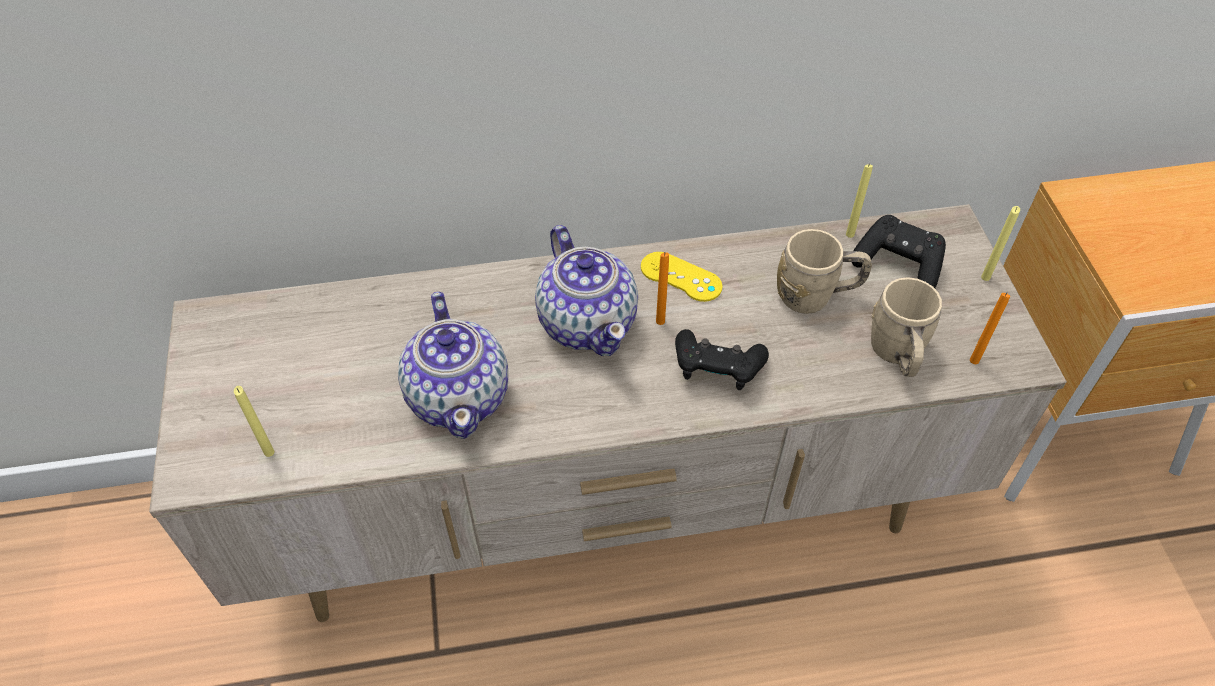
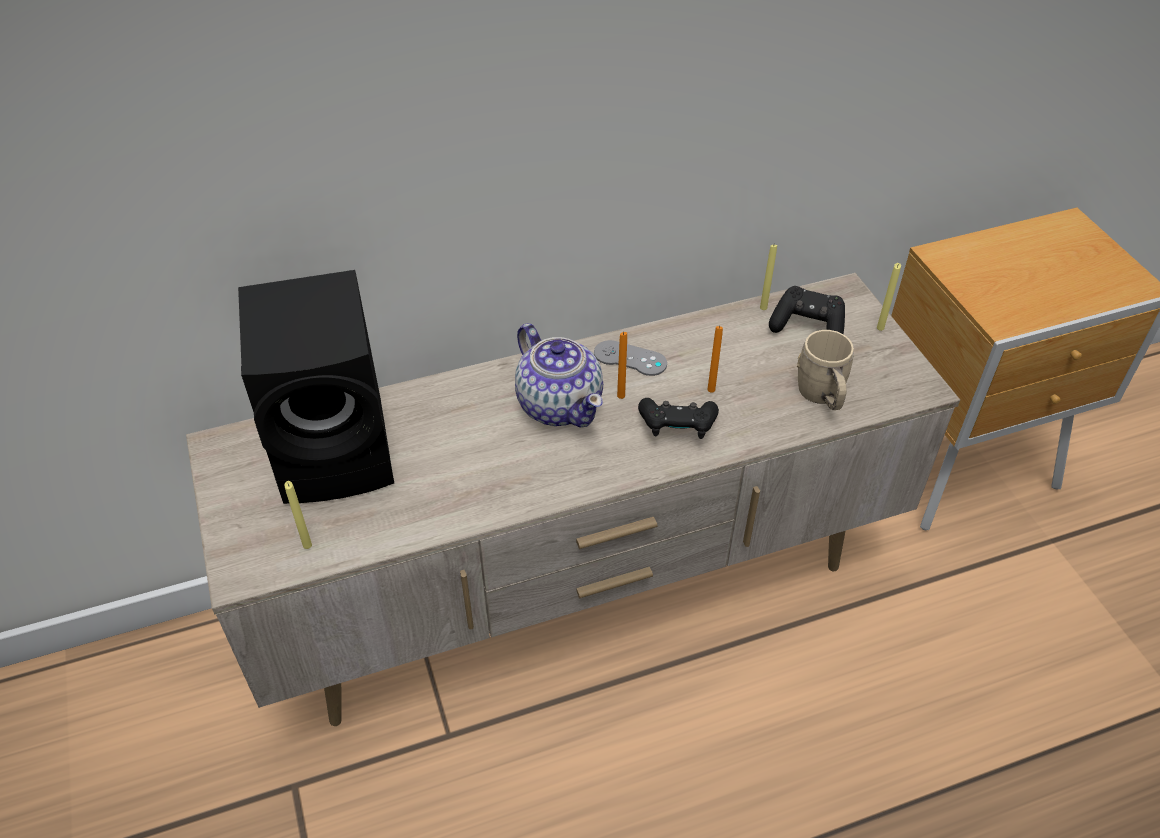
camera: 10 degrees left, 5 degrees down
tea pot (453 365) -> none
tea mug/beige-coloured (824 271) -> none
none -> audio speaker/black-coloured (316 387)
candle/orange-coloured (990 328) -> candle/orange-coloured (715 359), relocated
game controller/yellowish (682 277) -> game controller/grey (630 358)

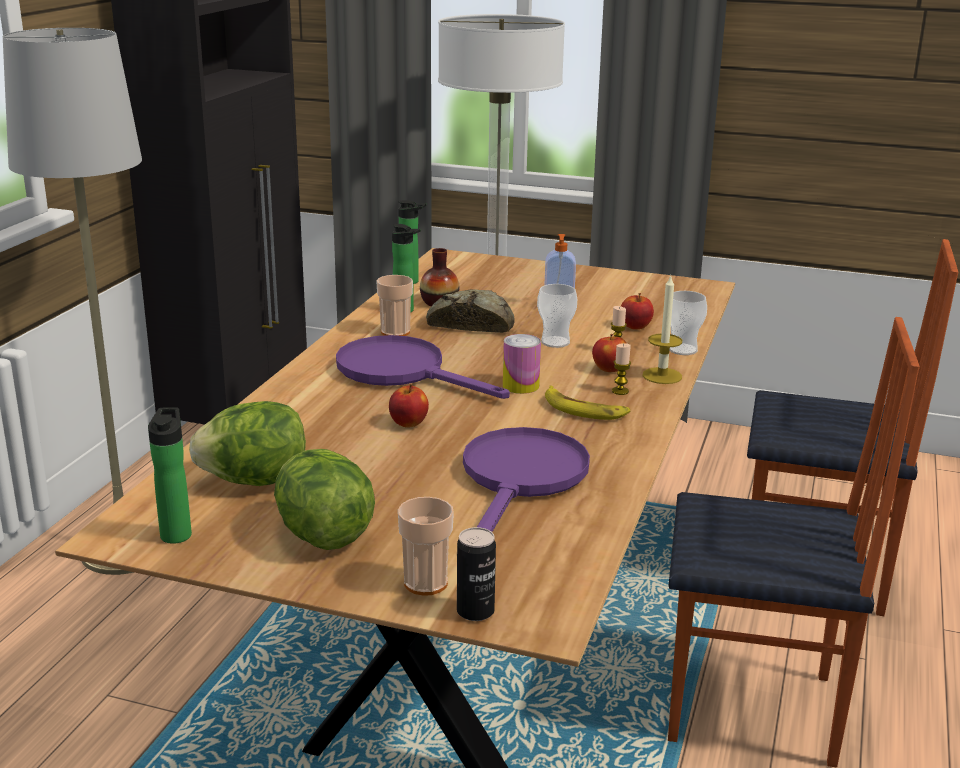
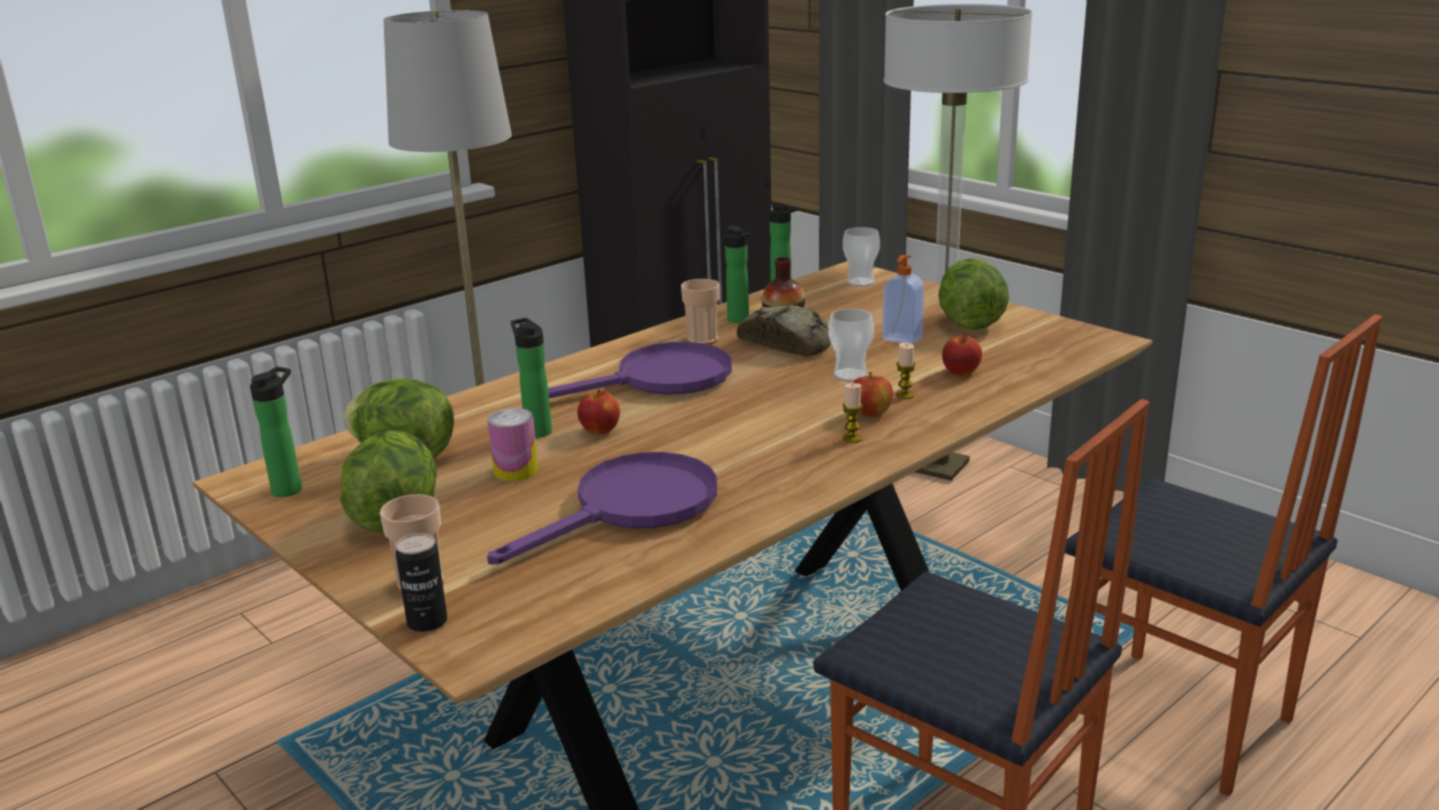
camera: 30 degrees right, 0 degrees up
banana fruit (587 403) -> none
candle (662 329) -> none
none -> drink bottle (531 378)
none -> lettuce (973 294)
can (522 364) -> can (513 444), relocated
cup (688 323) -> cup (861 257), relocated
frying pan/purple-coloured (423 367) -> frying pan/purple-coloured (640 370), 90 degrees clockwise

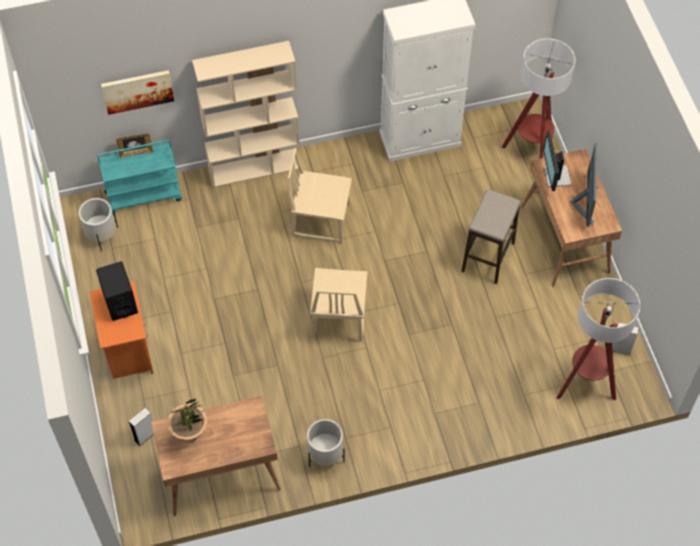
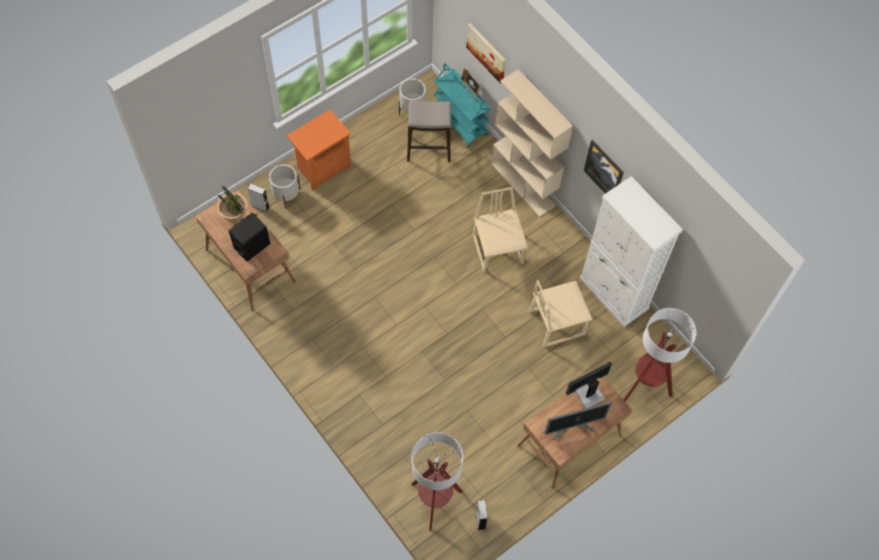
camera: 65 degrees right, 5 degrees up
none -> picture (604 167)
audio speaker/black-coloured (117 291) -> audio speaker/black-coloured (249 237), relocated
flower pot/whitish (326 443) -> flower pot/whitish (284 187), relocated
plain chair/beige-coloured (338 305) -> plain chair/beige-coloured (561 314), relocated
stool seat (491 236) -> stool seat (429 131), relocated

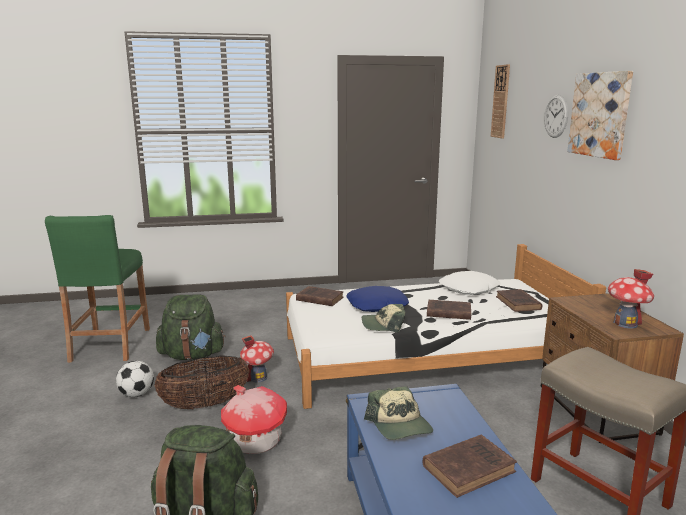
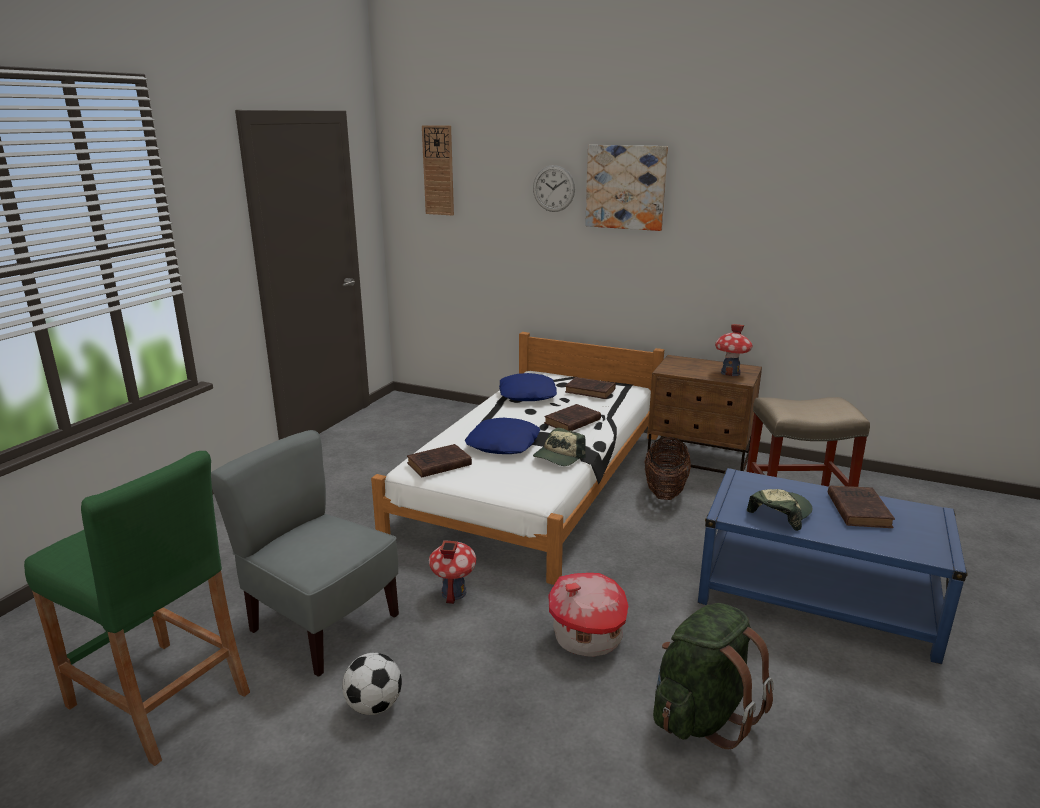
camera: 55 degrees left, 5 degrees up
household basket (202 382) -> household basket (667 468), relocated
rucksack/greenish (191 327) -> plain chair/grey (305 553)
cushion/whitish (469 283) -> cushion/bluish (528 387)
cap (398 413) -> cap (780 510), 60 degrees counterclockwise

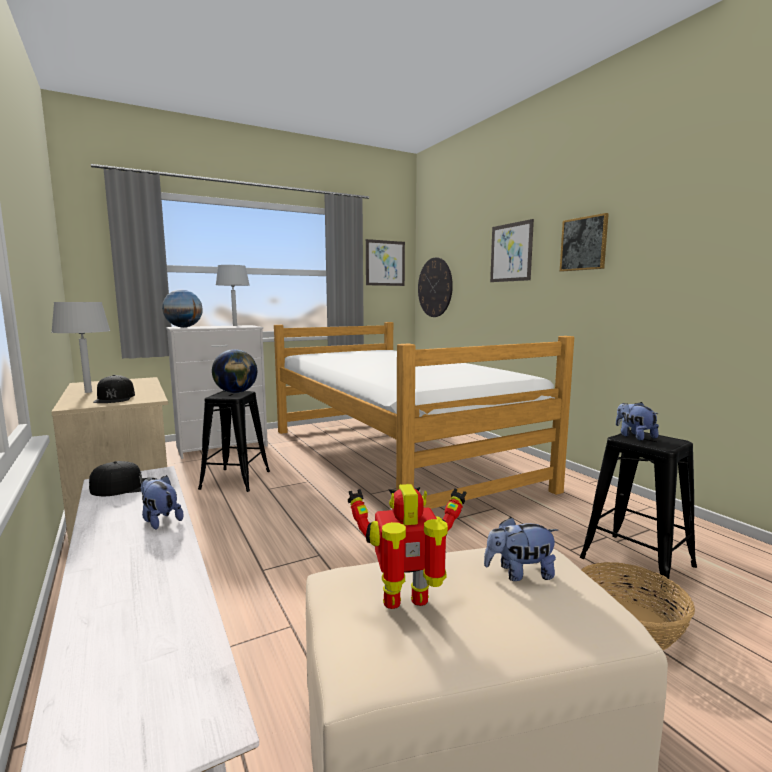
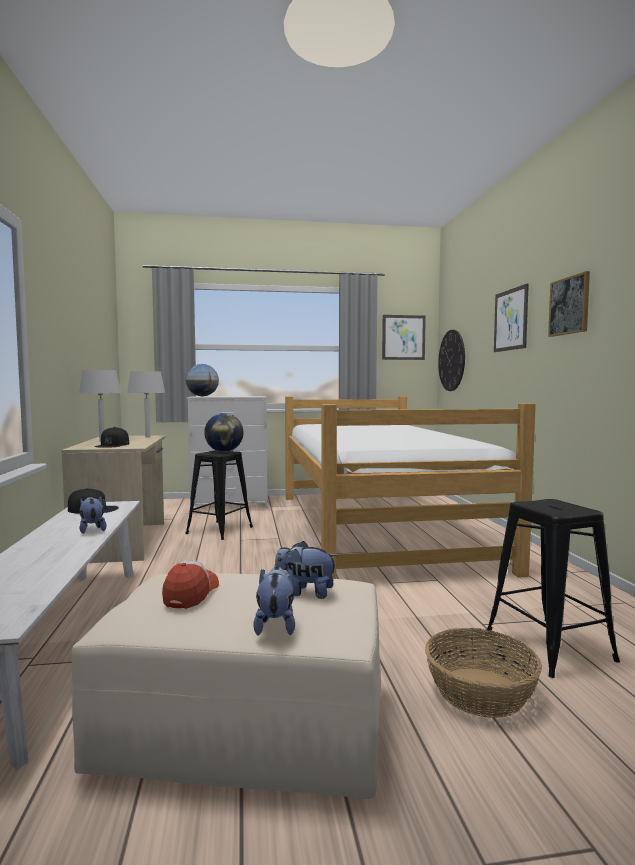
camera: 20 degrees right, 5 degrees down
lamp for a table/grey (233 295) -> lamp for a table/grey (146 404), relocated
plush toy (637 421) -> plush toy (274 601), relocated
model robot (407 546) -> cap (190 584)

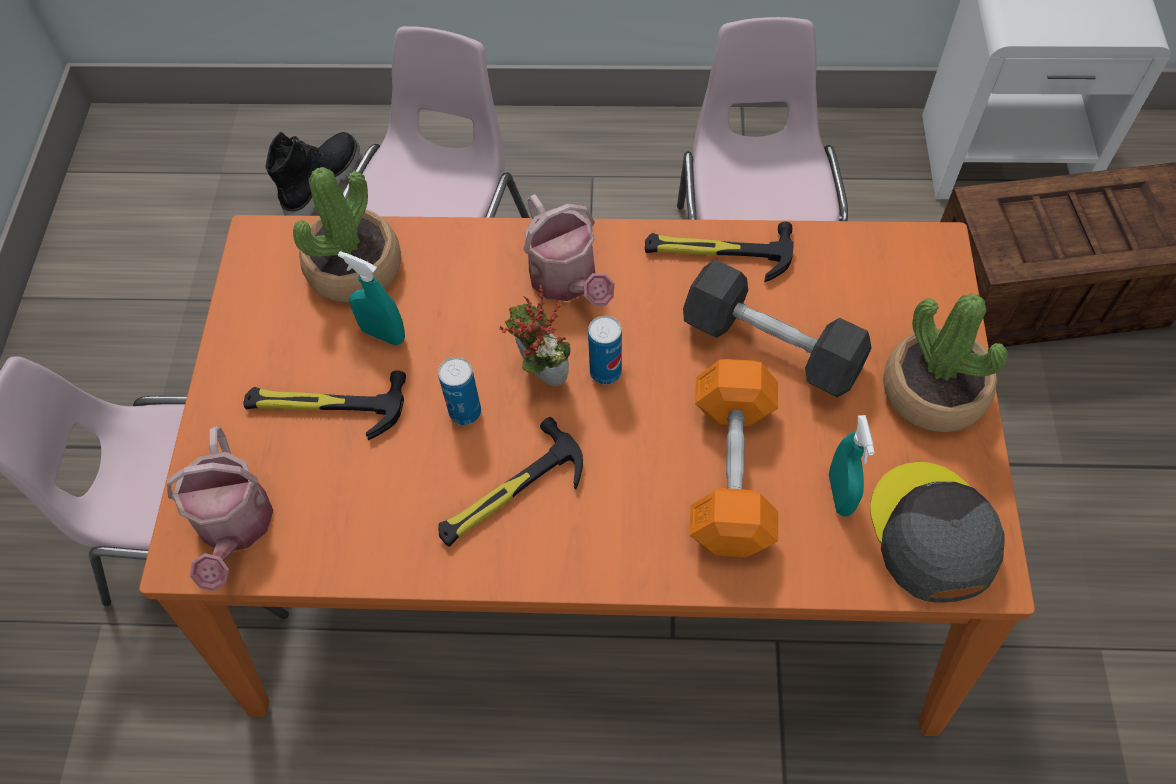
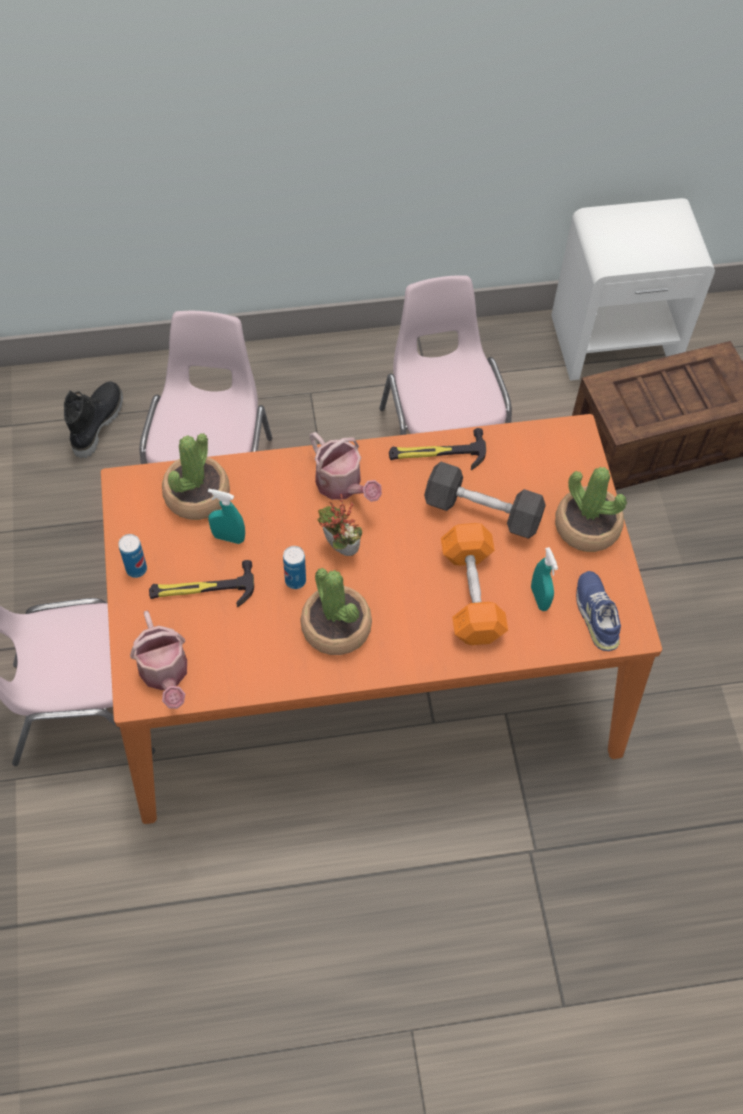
camera: 15 degrees left, 0 degrees up
can (605 350) -> can (132 556), relocated
tool hammer (510 482) -> potted plant (336 611)
cap/grey (937 532) -> item of footwear/bluish (598 611)

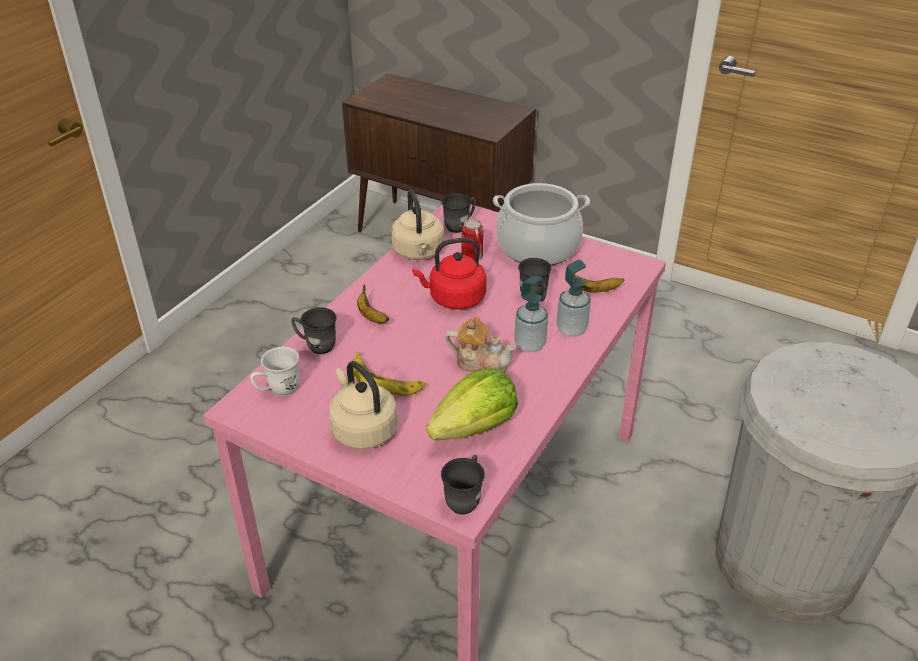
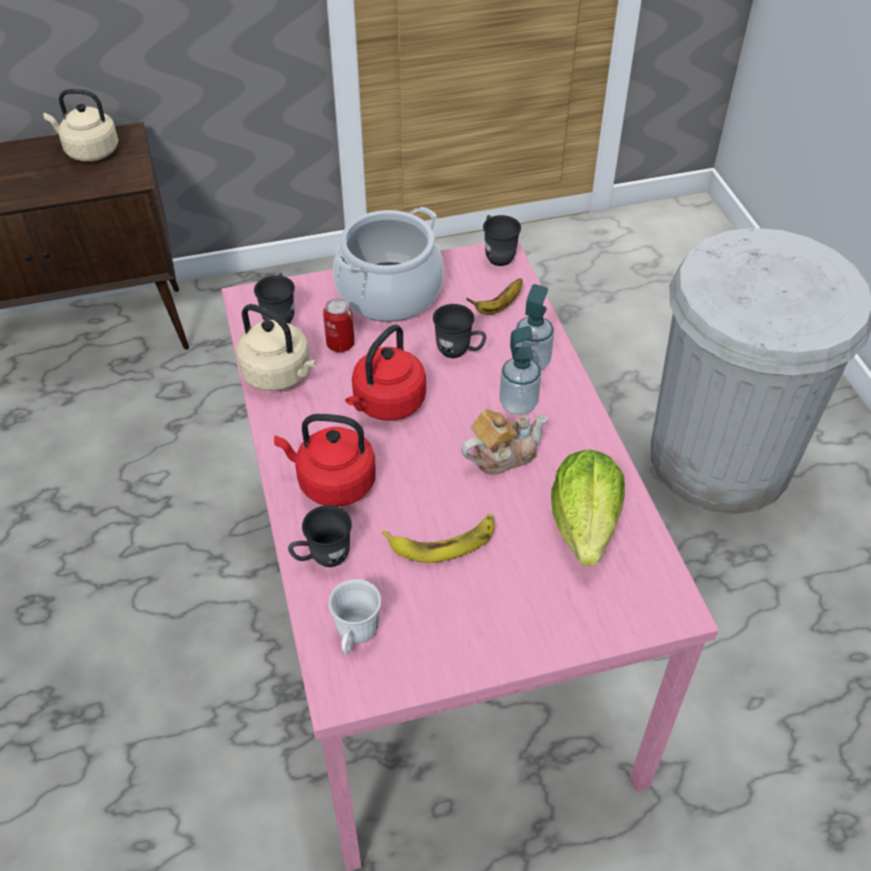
camera: 45 degrees left, 10 degrees up
tea kettle/beige-coloured (363 405) -> tea kettle/beige-coloured (80 125), relocated
tea mug/grey (463 484) -> tea mug/grey (502 240), relocated
banana fruit (373 304) -> tea kettle/red-coloured (325 460)

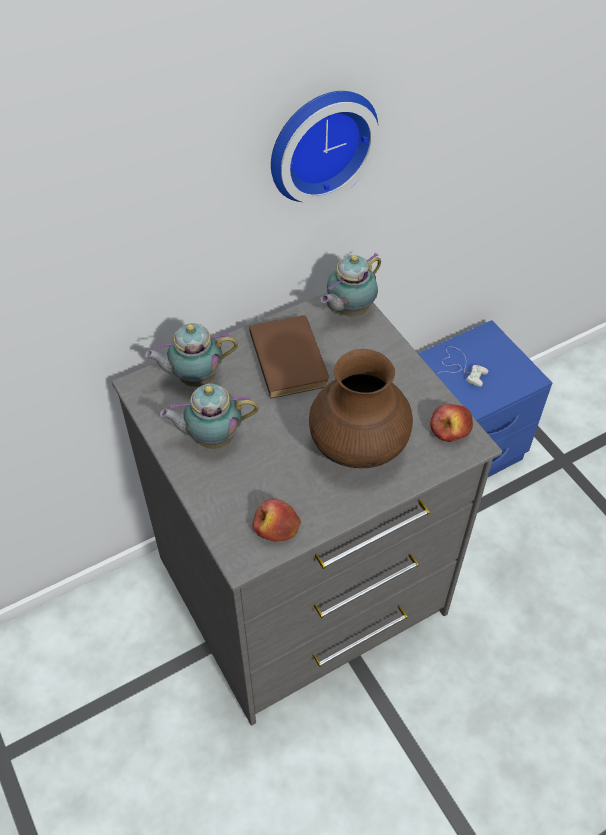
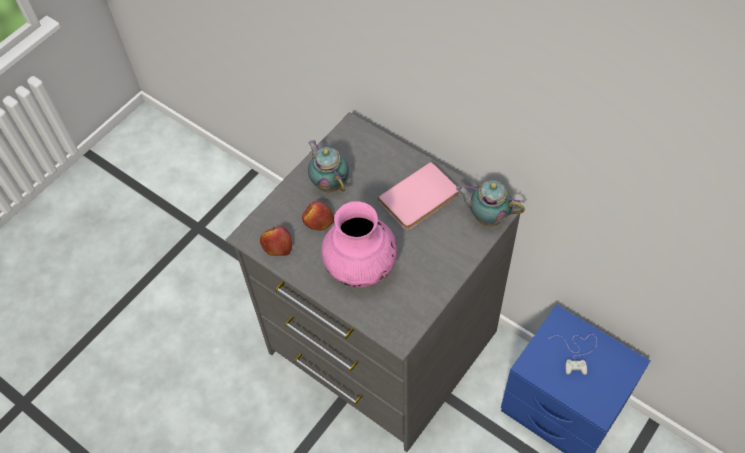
camera: 70 degrees right, 5 degrees up
tea pot (191 355) -> none
clock on the wall (325 147) -> none
whole apple (451 423) -> whole apple (318 216), relocated
bound book/brown-coloured (289 357) -> bound book/pinkish (418 196)
vase/brown-coloured (361 408) -> vase/pinkish (359 244)

